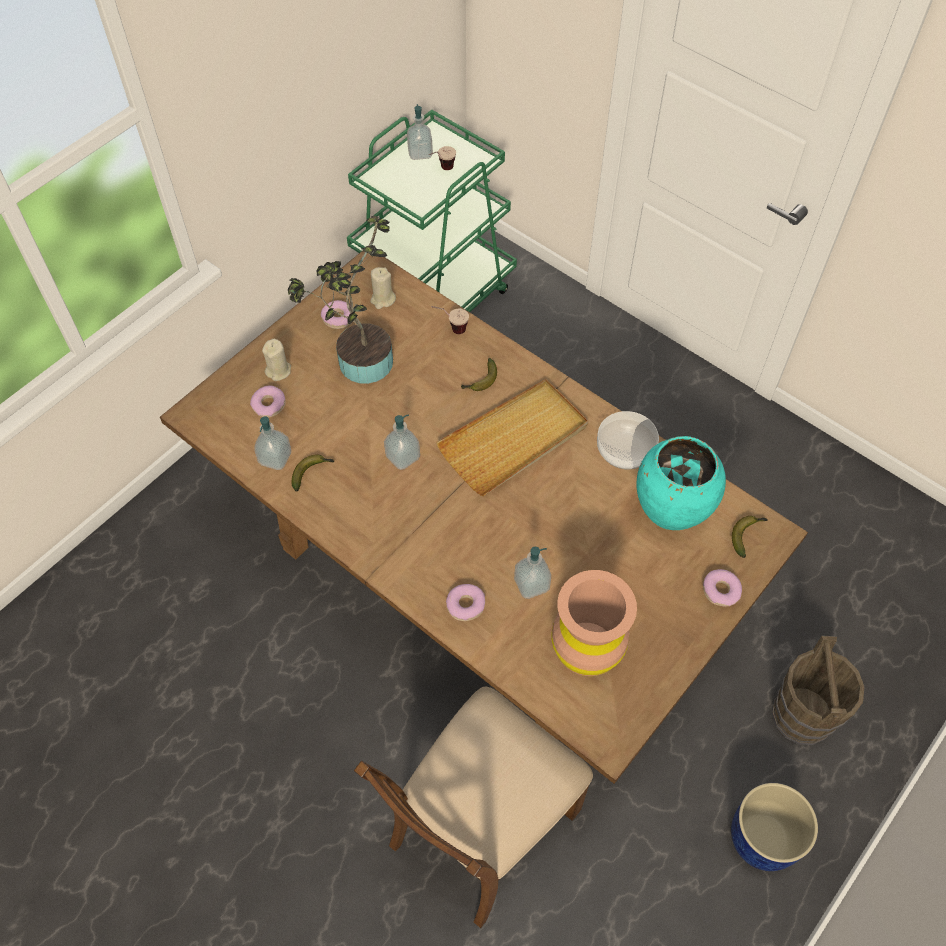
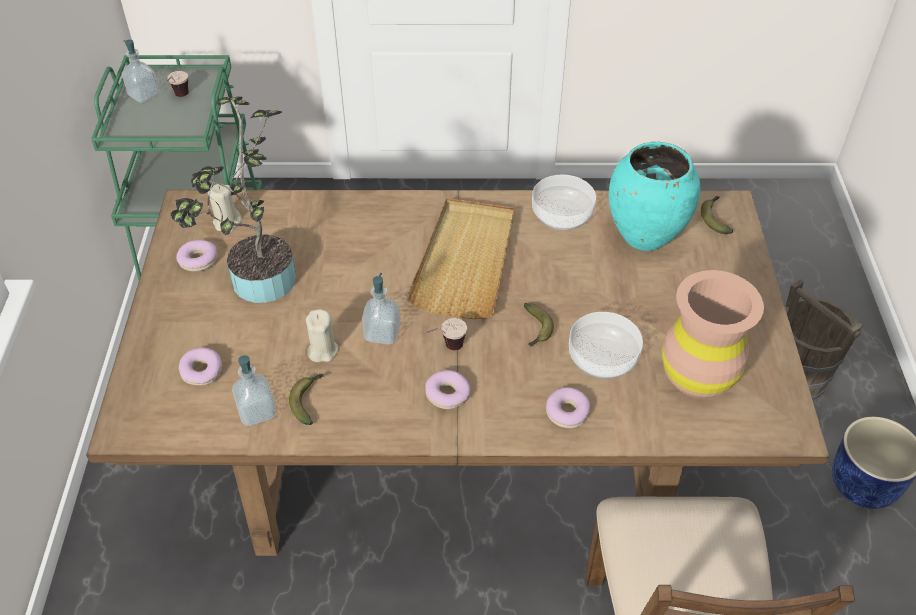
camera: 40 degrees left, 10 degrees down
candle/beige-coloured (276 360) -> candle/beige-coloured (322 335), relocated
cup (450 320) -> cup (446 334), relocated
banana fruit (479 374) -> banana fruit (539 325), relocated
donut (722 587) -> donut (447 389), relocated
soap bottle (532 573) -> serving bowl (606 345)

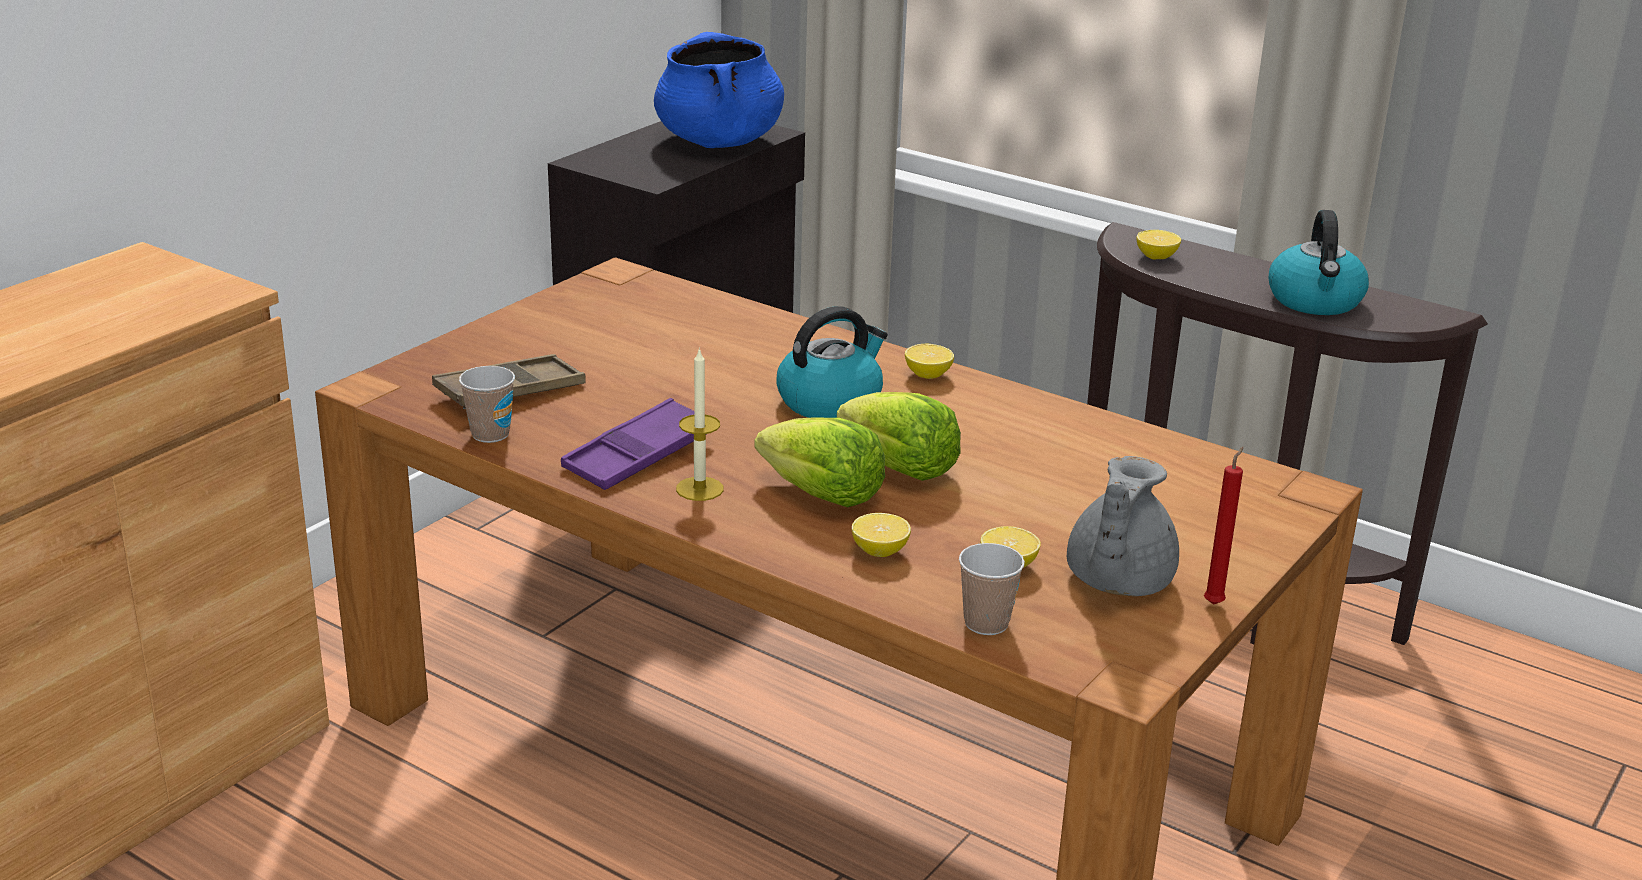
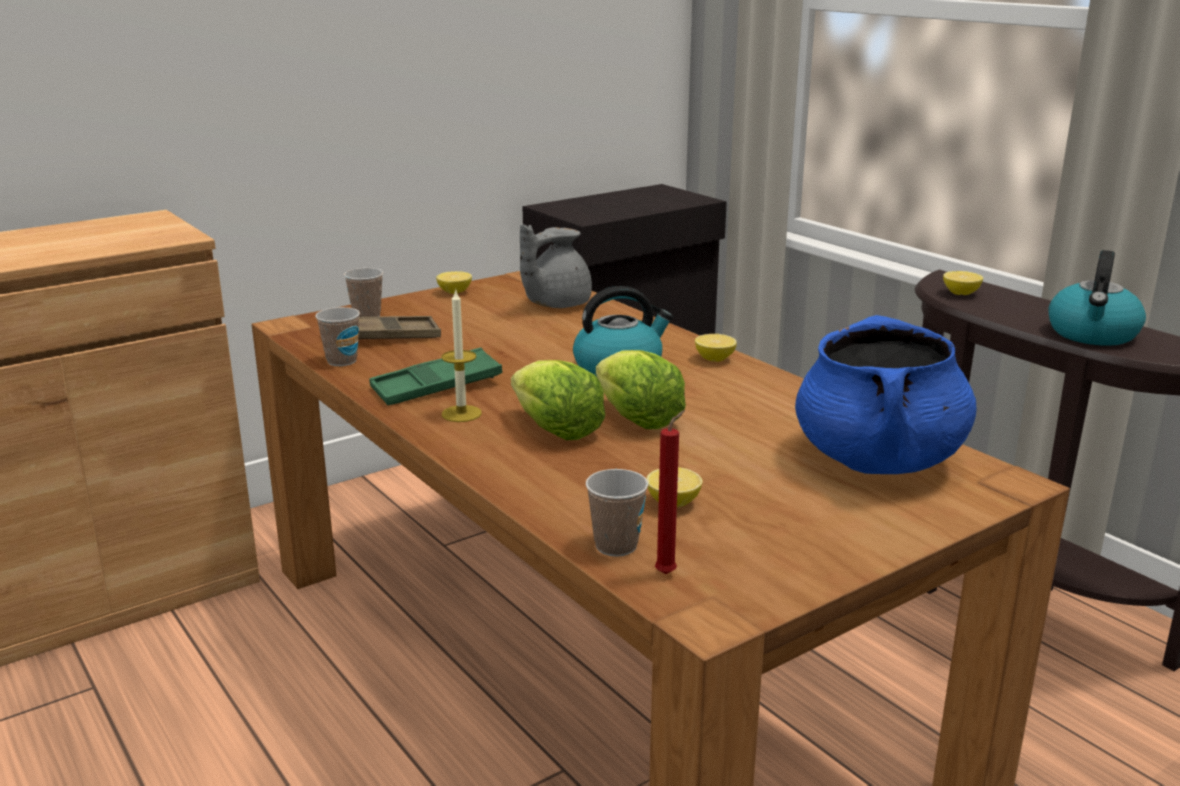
camera: 20 degrees right, 5 degrees down
none -> cup (363 292)
stockpot/bluish (719 90) -> stockpot/bluish (885 394), relocated
citrus fruit (881 535) -> citrus fruit (454 282), relocated
tea pot/grey (1123 526) -> tea pot/grey (556 266), relocated
candle/red-coloured (1224 526) -> candle/red-coloured (670 492), relocated
carrying tray/purple-coloured (628 444) -> carrying tray/greenish (435 376)

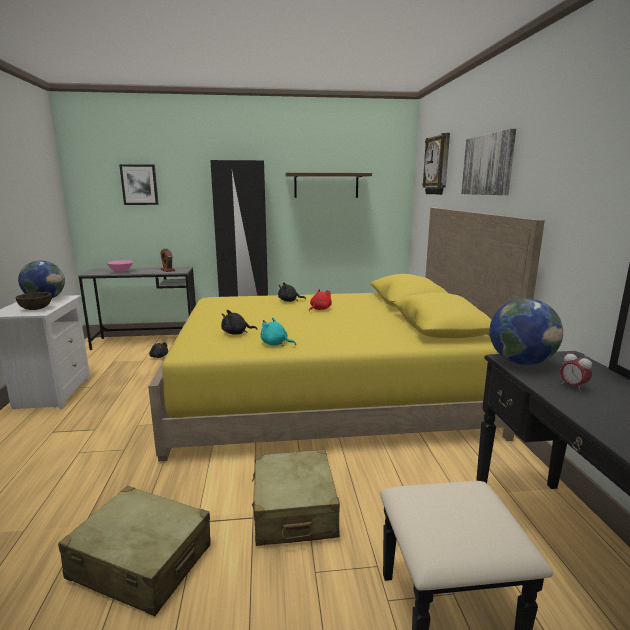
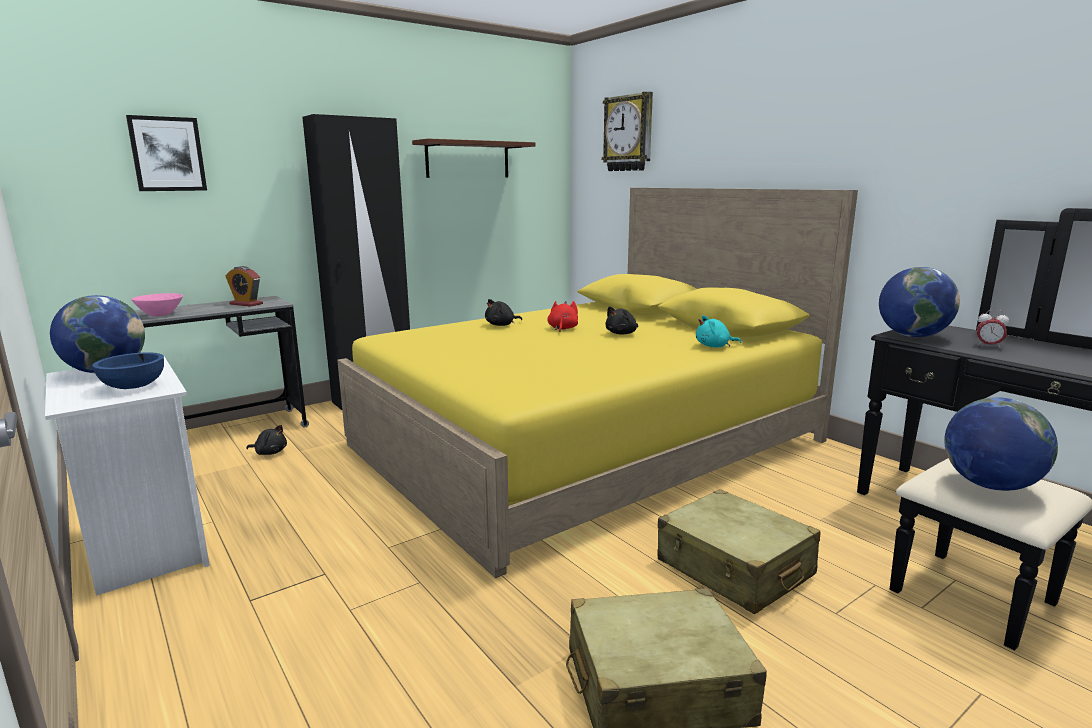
camera: 30 degrees left, 0 degrees up
picture (488 162) -> none
none -> world globe (1001 444)
plush toy/black-coloured (239 322) -> plush toy/black-coloured (621 320), relocated
plush toy/turquoise-coloured (278 331) -> plush toy/turquoise-coloured (718 331), relocated
serving bowl/brown-coloured (33 301) -> serving bowl/bluish (128 370)

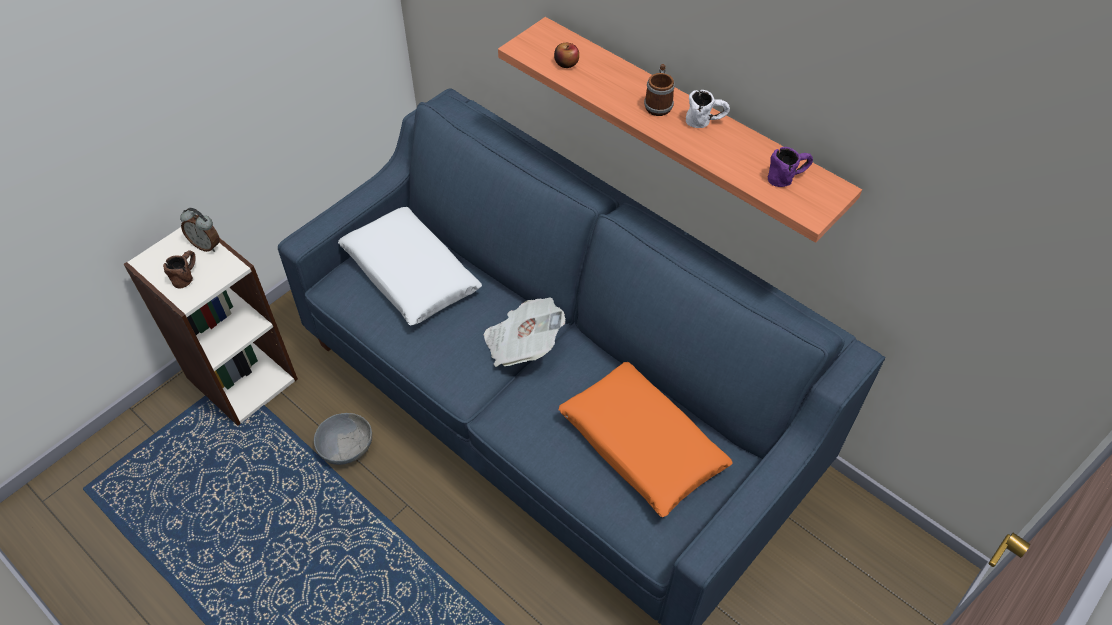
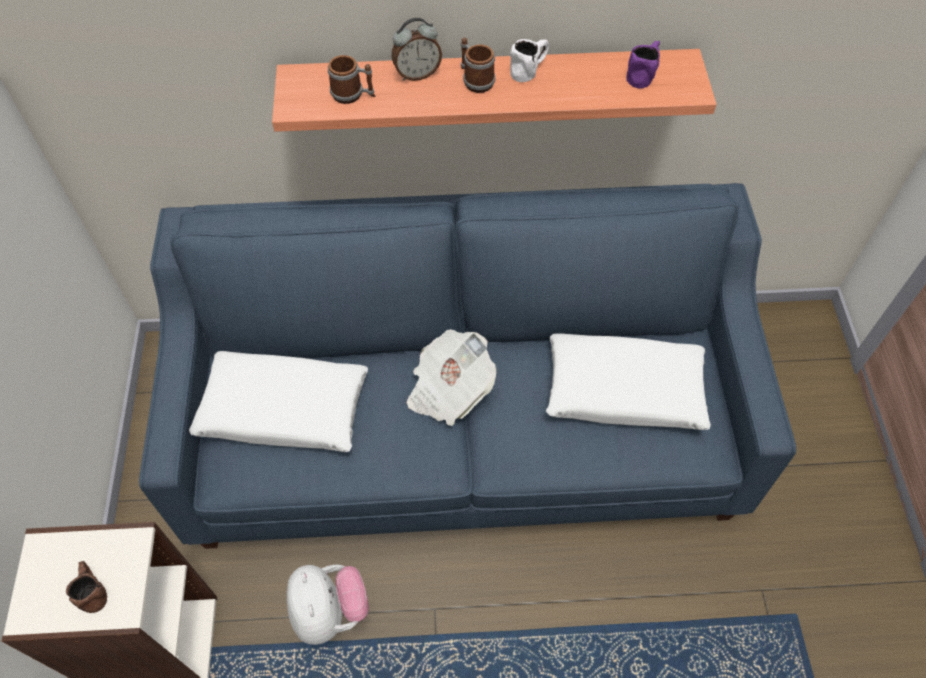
camera: 45 degrees left, 5 degrees up
alarm clock (200 230) -> alarm clock (416 49), relocated
serving bowl/grey (343 439) -> plush toy (328 604)
whole apple (566 55) -> tea mug (352 79)
cushion/orange-coloured (646 439) -> cushion/whitish (628 381)

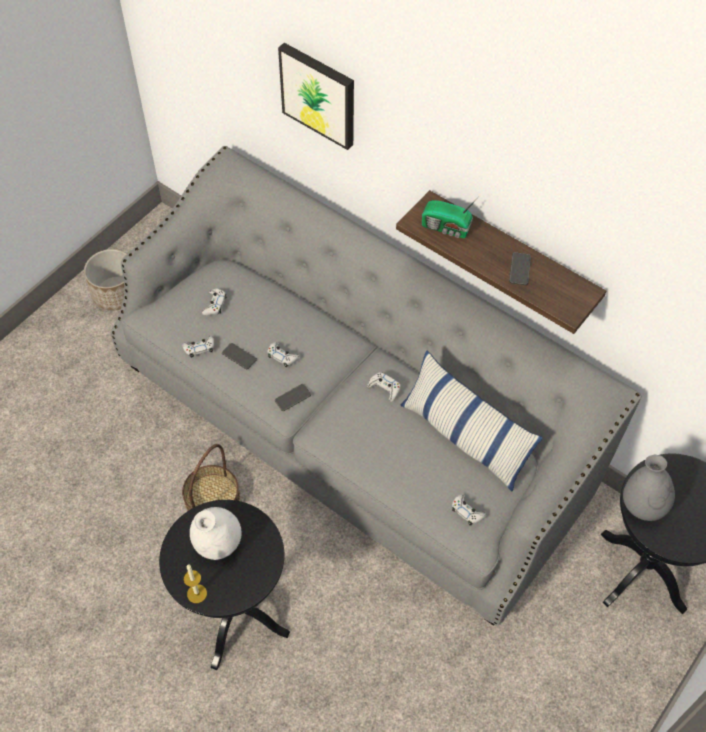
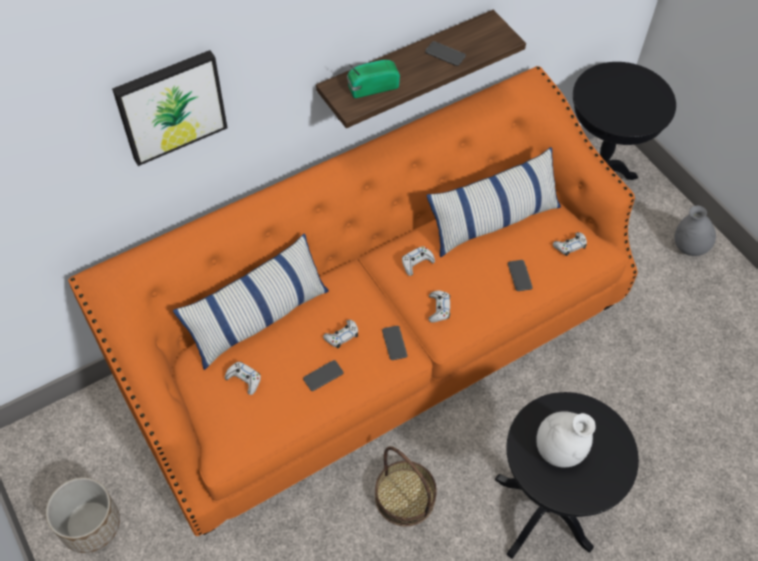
camera: 70 degrees left, 0 degrees up
candle (195 584) -> none
none -> cushion (251 302)
none -> telephone (520 275)
game controller/whitish (198 347) -> game controller/whitish (439 306), relocated
vase/grey (649 488) -> vase/grey (695 231), relocated
couch/grey (376 386) -> couch/orange-coloured (353 301)
radio receiver (450 217) -> radio receiver (373 79), 150 degrees counterclockwise

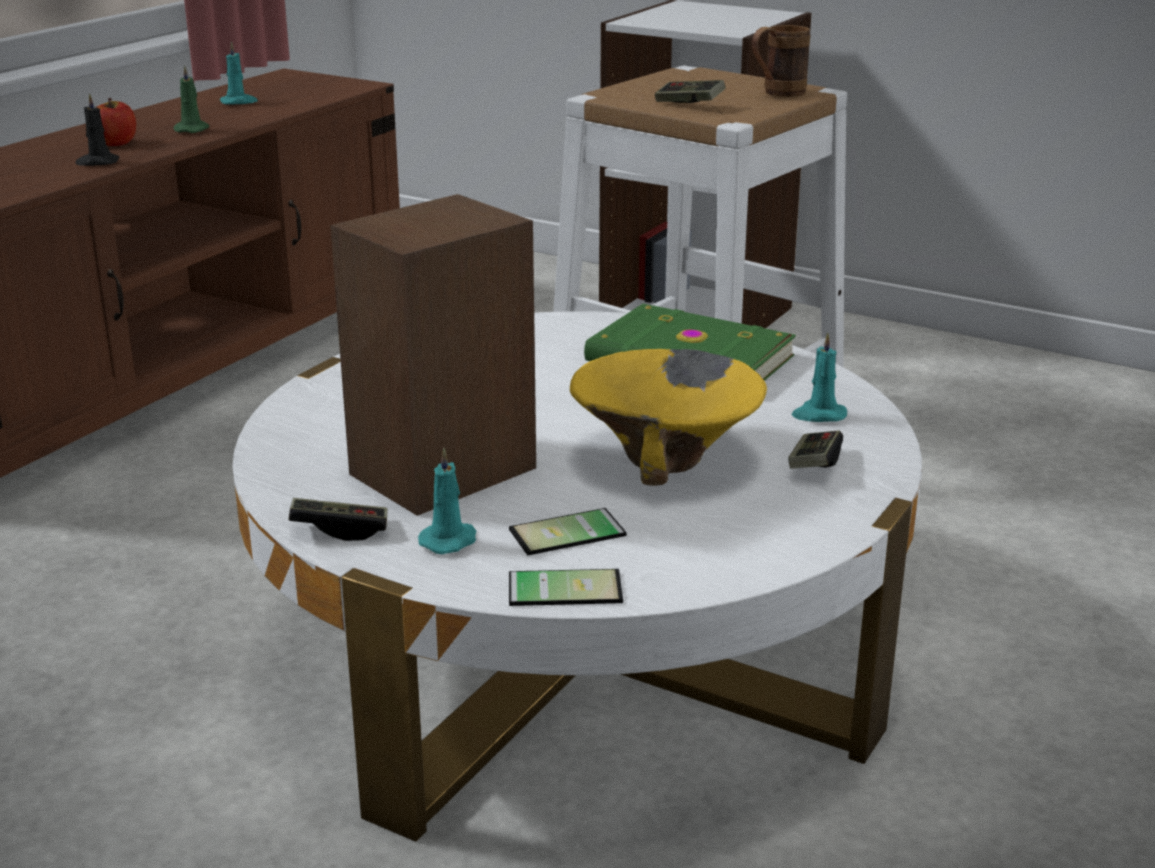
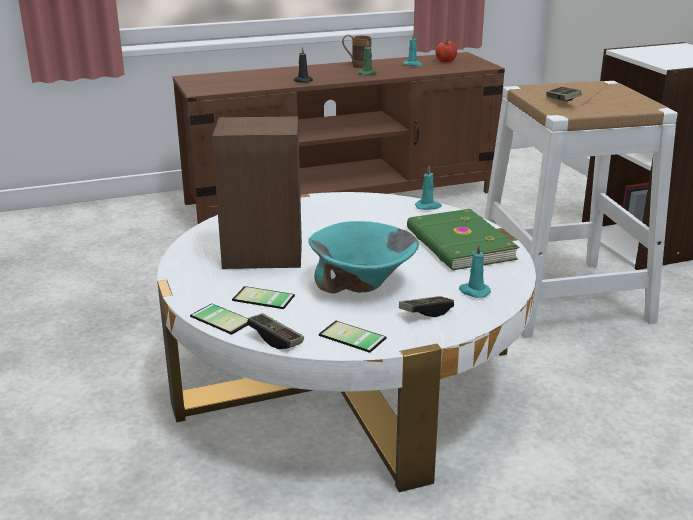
camera: 40 degrees right, 0 degrees up
none -> telephone (352 337)
whole apple (116 122) -> whole apple (446 50), relocated
game controller (338 519) -> game controller (275 331), relocated
candle/turquoise-coloured (447 501) -> candle/turquoise-coloured (428 188), relocated
tea mug/brown-coloured (781 61) -> tea mug/brown-coloured (357 51), relocated
serving bowl/yellowish (668 417) -> serving bowl/turquoise-coloured (363 257)

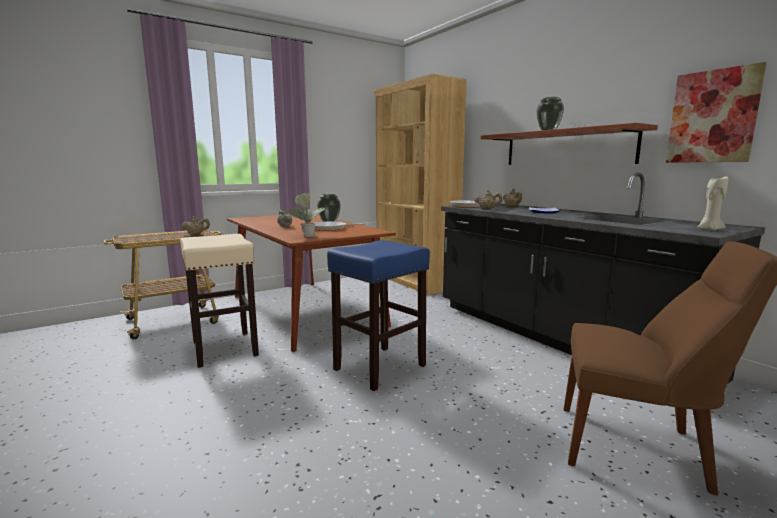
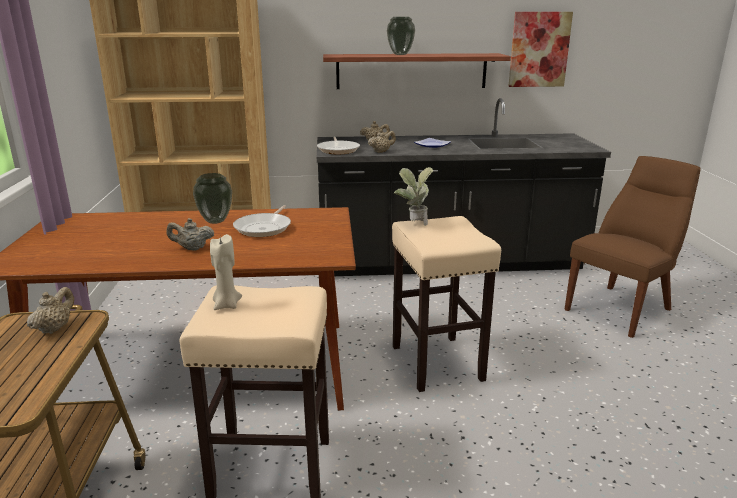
camera: 60 degrees left, 10 degrees up
potted plant (307 215) -> potted plant (413 196), relocated
candle/beige-coloured (712 204) -> candle/beige-coloured (226 272), relocated
stool seat/bluish (378 315) -> stool seat/beige-coloured (446 304)

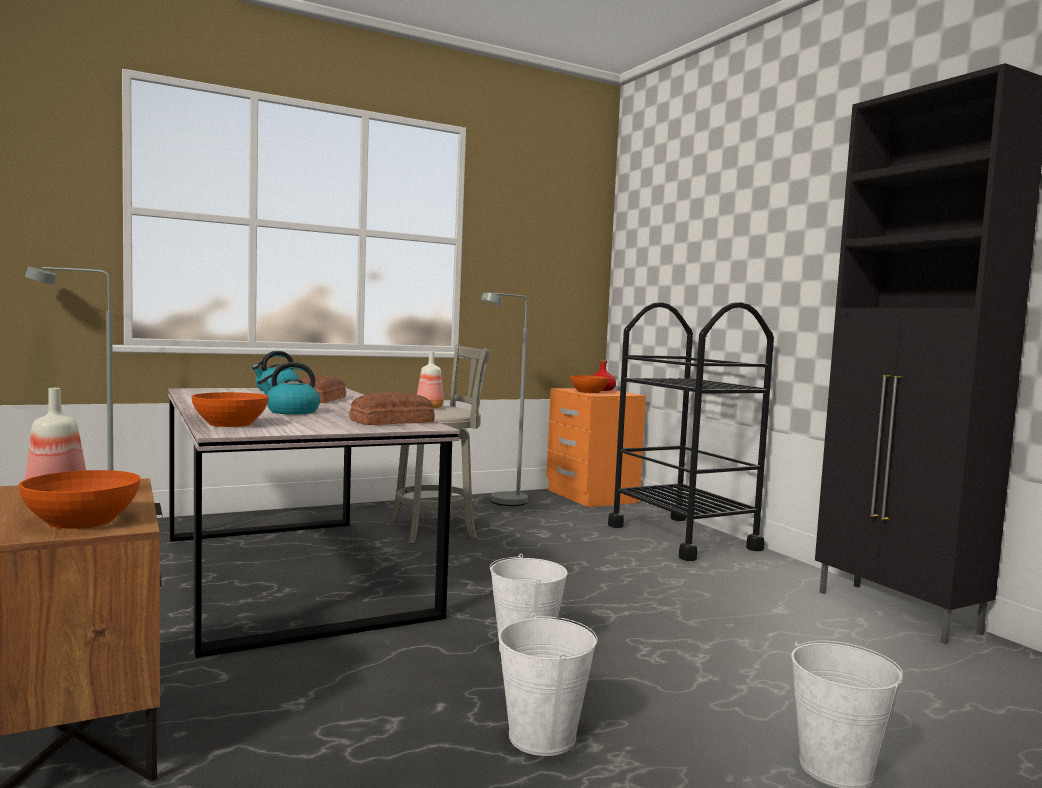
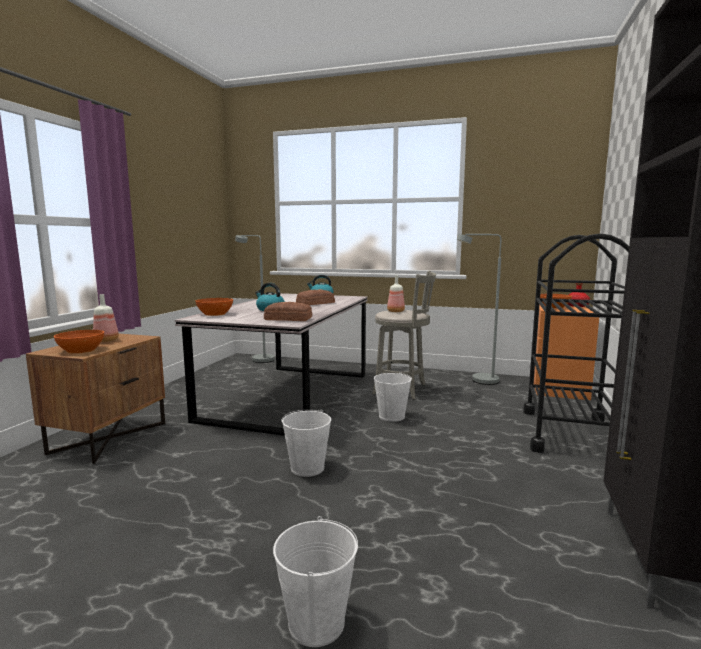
camera: 45 degrees right, 5 degrees up
pail/whitish (547 684) -> pail/whitish (393 397), relocated

